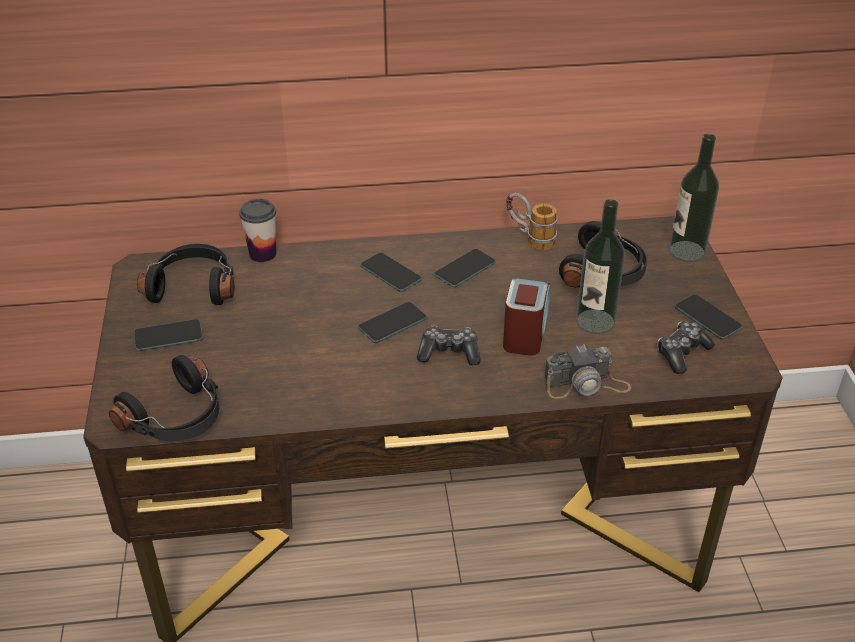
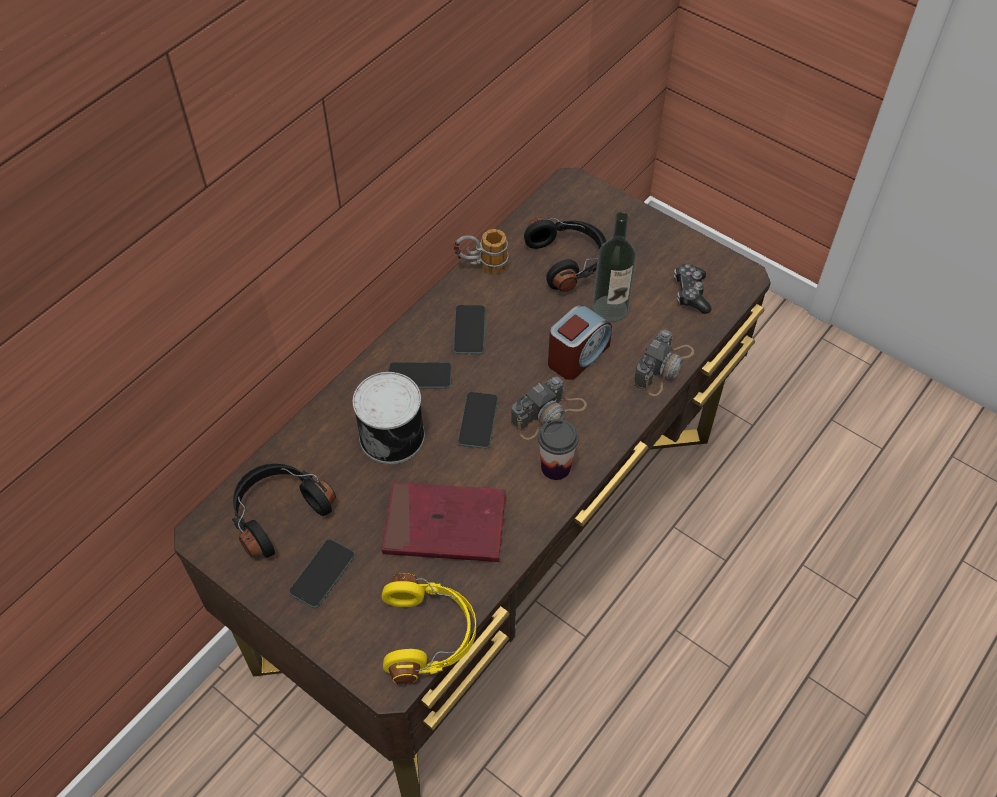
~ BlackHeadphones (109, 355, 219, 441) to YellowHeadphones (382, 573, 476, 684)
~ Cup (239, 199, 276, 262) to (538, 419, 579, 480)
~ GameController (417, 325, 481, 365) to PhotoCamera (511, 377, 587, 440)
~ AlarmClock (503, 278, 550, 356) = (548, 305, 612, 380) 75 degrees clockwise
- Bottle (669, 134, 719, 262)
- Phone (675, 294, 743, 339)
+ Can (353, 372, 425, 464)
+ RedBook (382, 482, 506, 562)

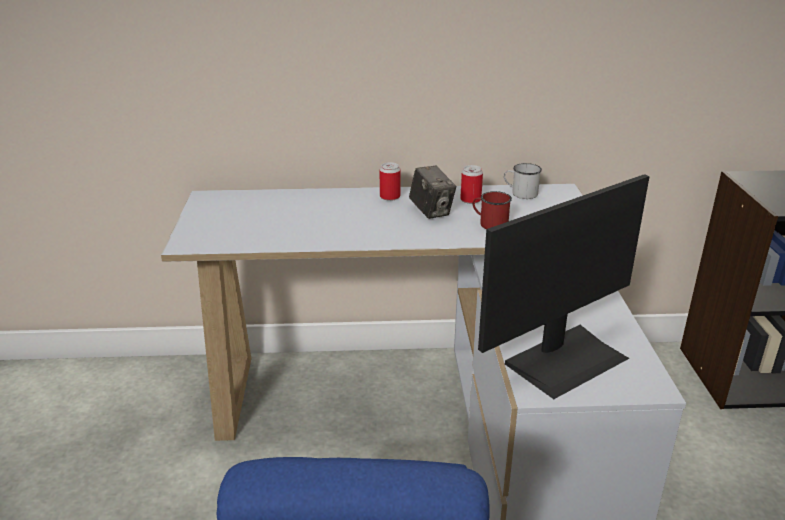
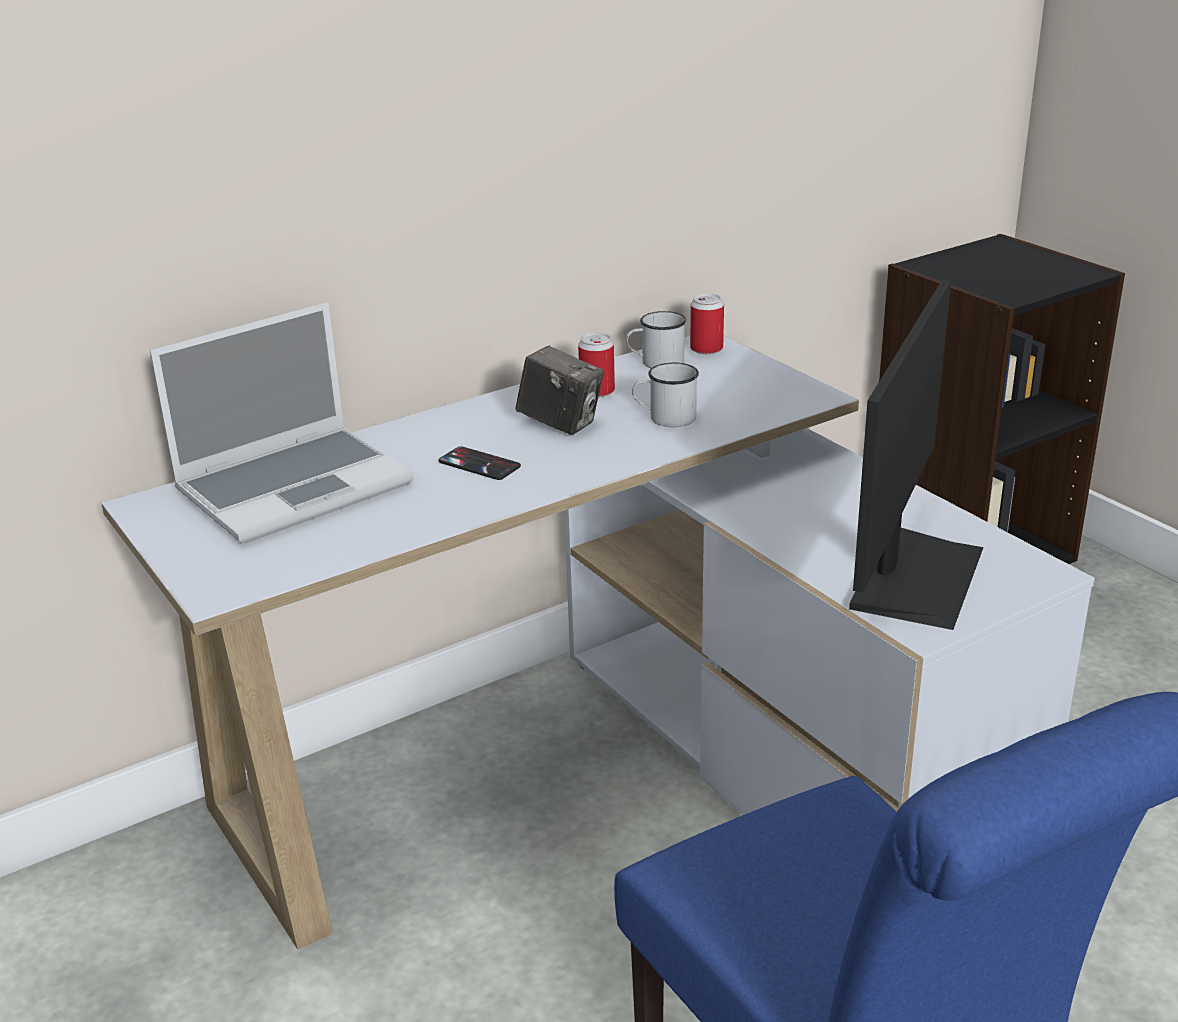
~ Can (380, 162, 401, 201) to (690, 293, 724, 354)
~ RedMug (473, 191, 512, 229) to WhiteMug (632, 363, 699, 427)
+ Laptop (150, 302, 414, 543)
+ Phone (438, 446, 521, 480)

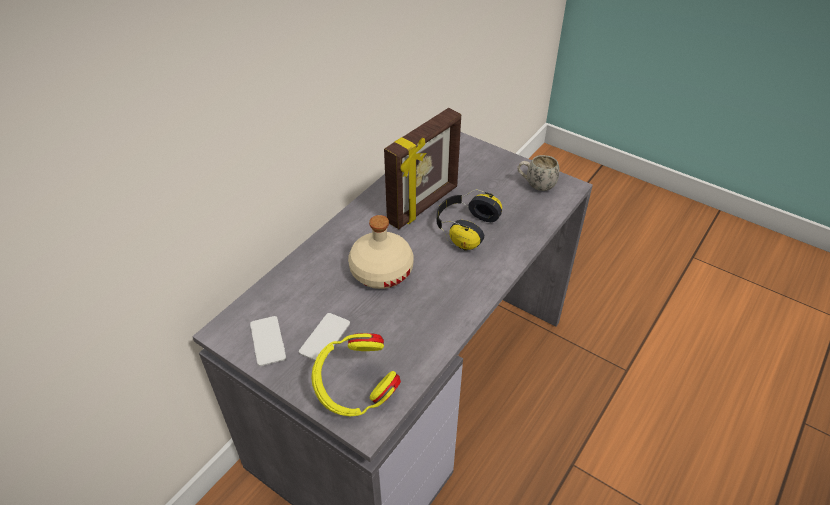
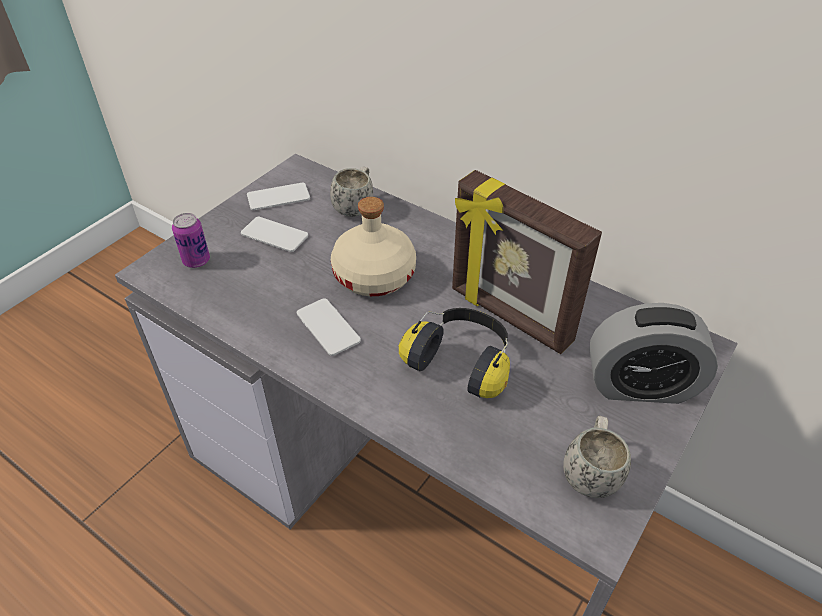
~ YellowHeadphones (311, 333, 401, 416) to Can (172, 213, 210, 268)
+ Phone (297, 298, 361, 356)
+ WhiteMug (330, 166, 373, 217)
+ AlarmClock (590, 303, 718, 404)

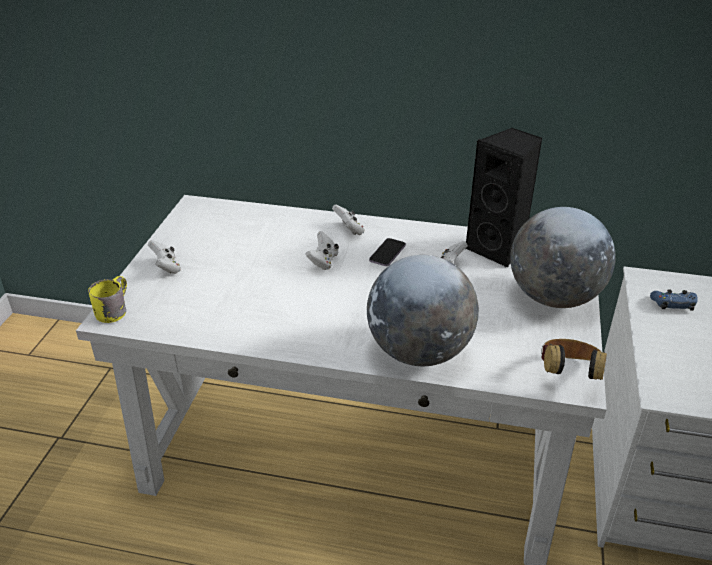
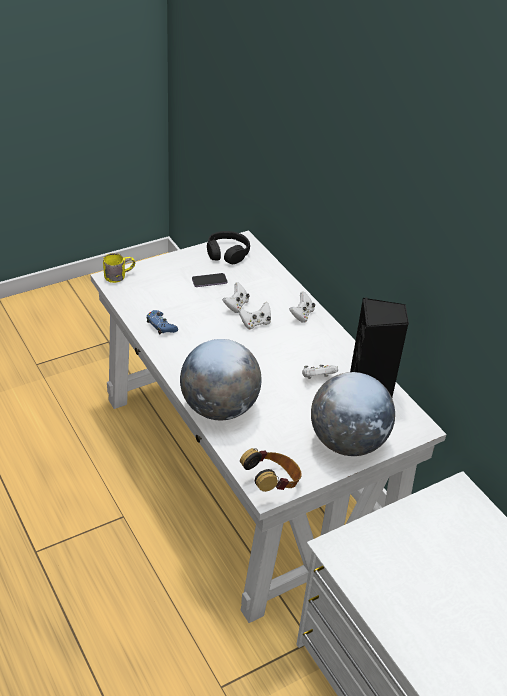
~ WhiteGameController (148, 240, 181, 274) to (223, 282, 250, 313)
~ Phone (369, 238, 406, 266) to (192, 273, 227, 287)
~ BlueGameController (650, 289, 698, 311) to (147, 310, 178, 334)
+ BlackHeadphones (207, 231, 250, 264)

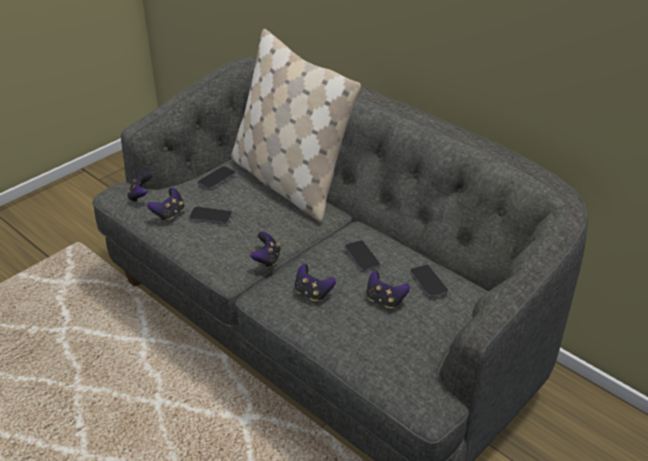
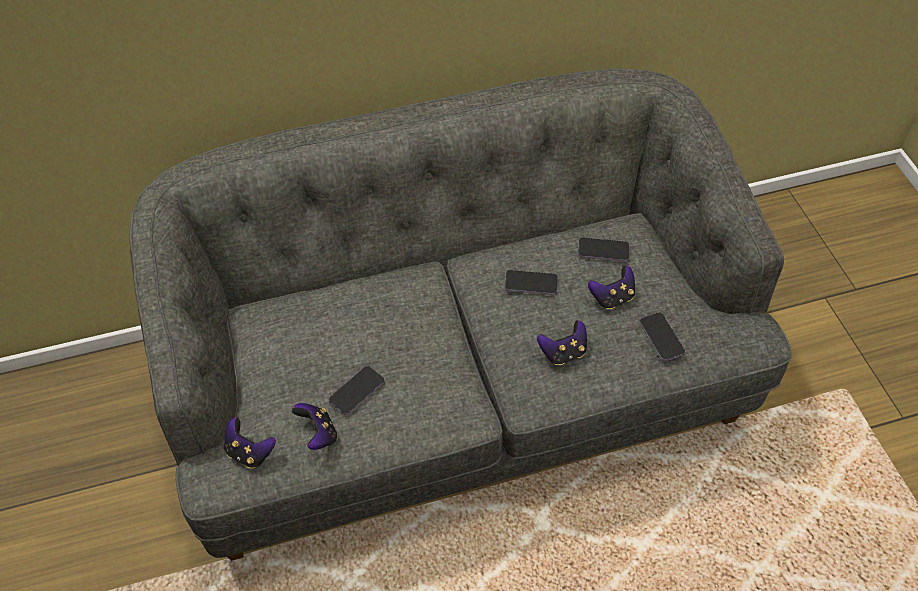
~ Phone (198, 166, 235, 189) to (639, 313, 685, 361)
- BeigePillow (231, 29, 361, 222)
- GameController (250, 232, 281, 268)

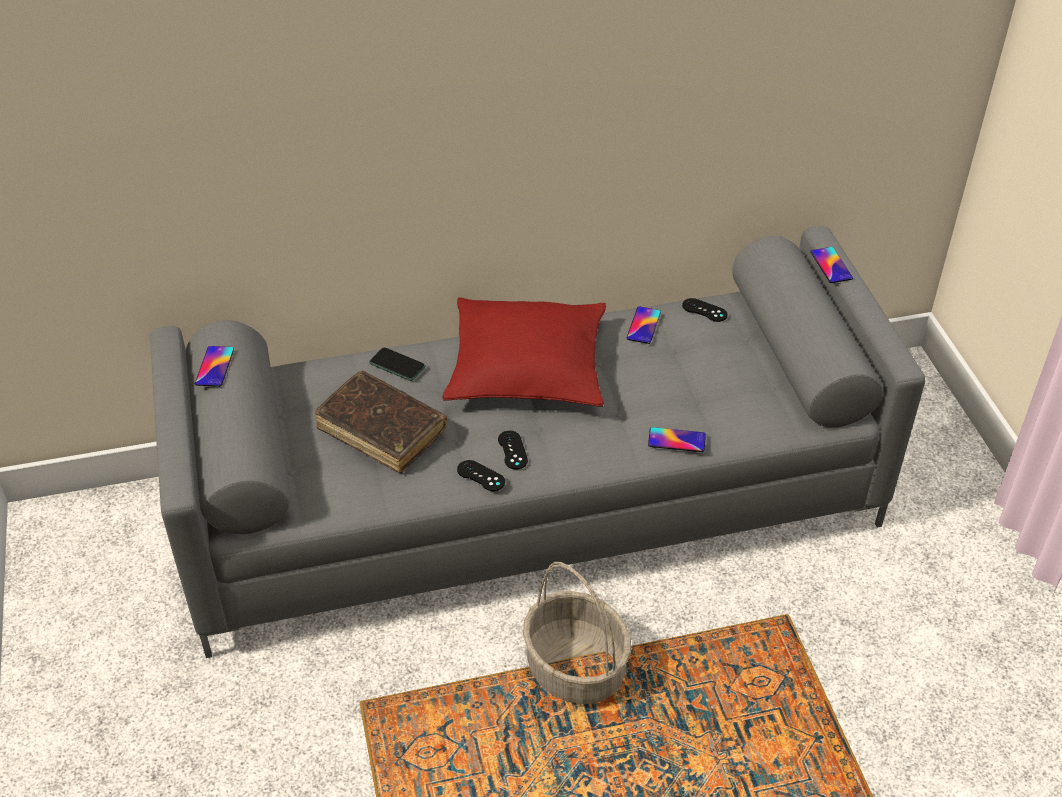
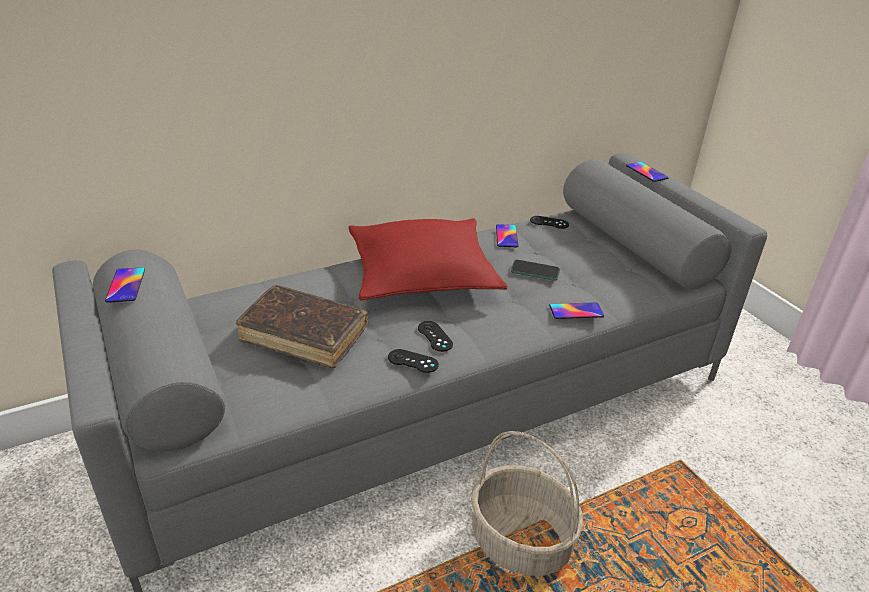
~ Phone (369, 347, 425, 381) to (511, 260, 560, 281)

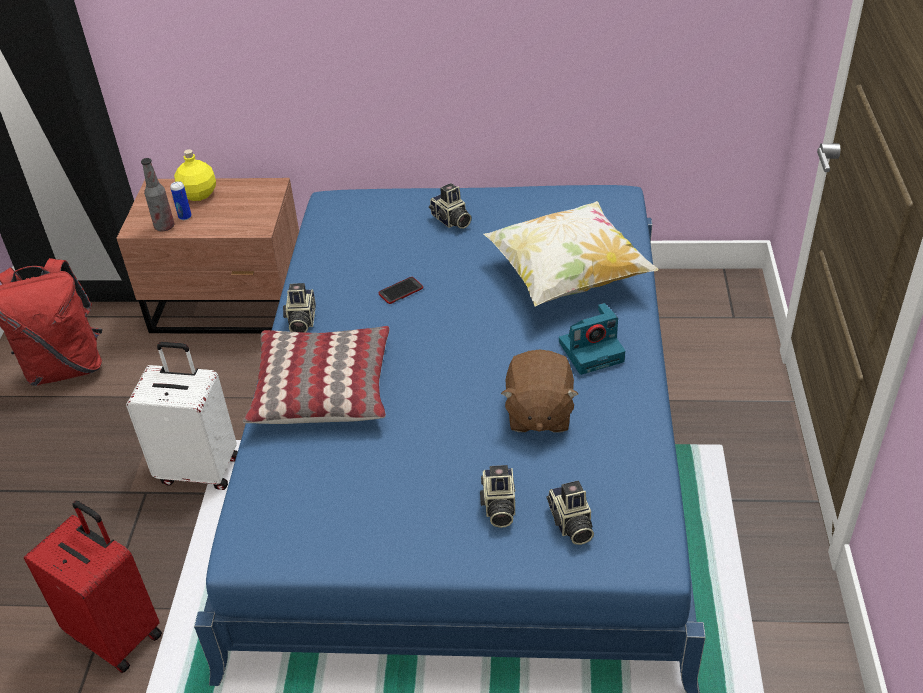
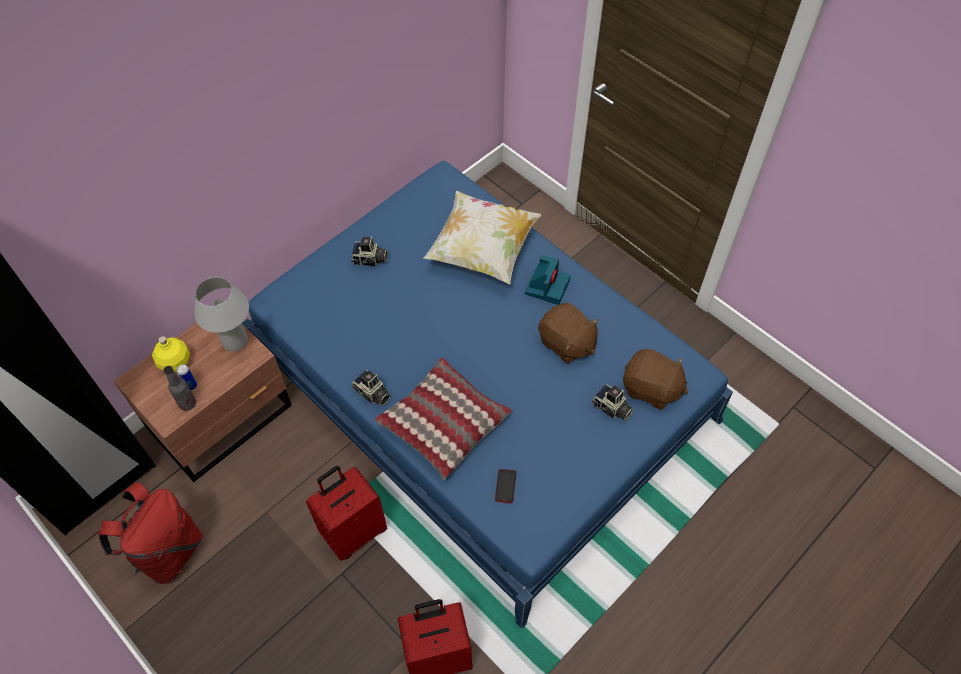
~ WhiteSuitcase (126, 342, 238, 490) to RedSuitcase (306, 466, 387, 561)
~ Phone (379, 277, 423, 304) to (495, 469, 516, 503)
~ PhotoCamera (547, 481, 594, 545) to BrownPlushToy (623, 349, 688, 410)
+ WhiteTableLamp (194, 277, 249, 352)

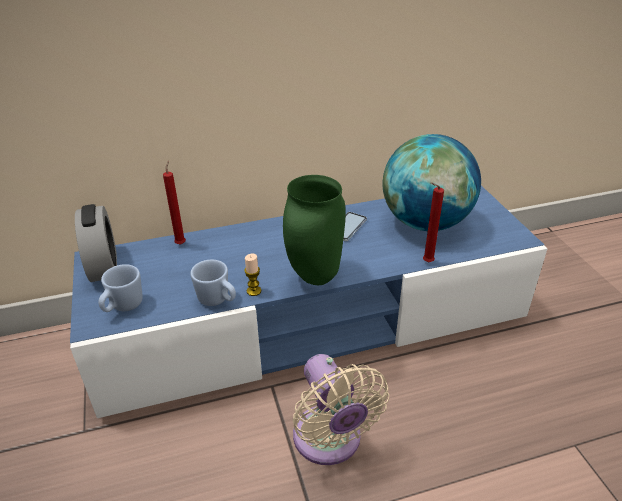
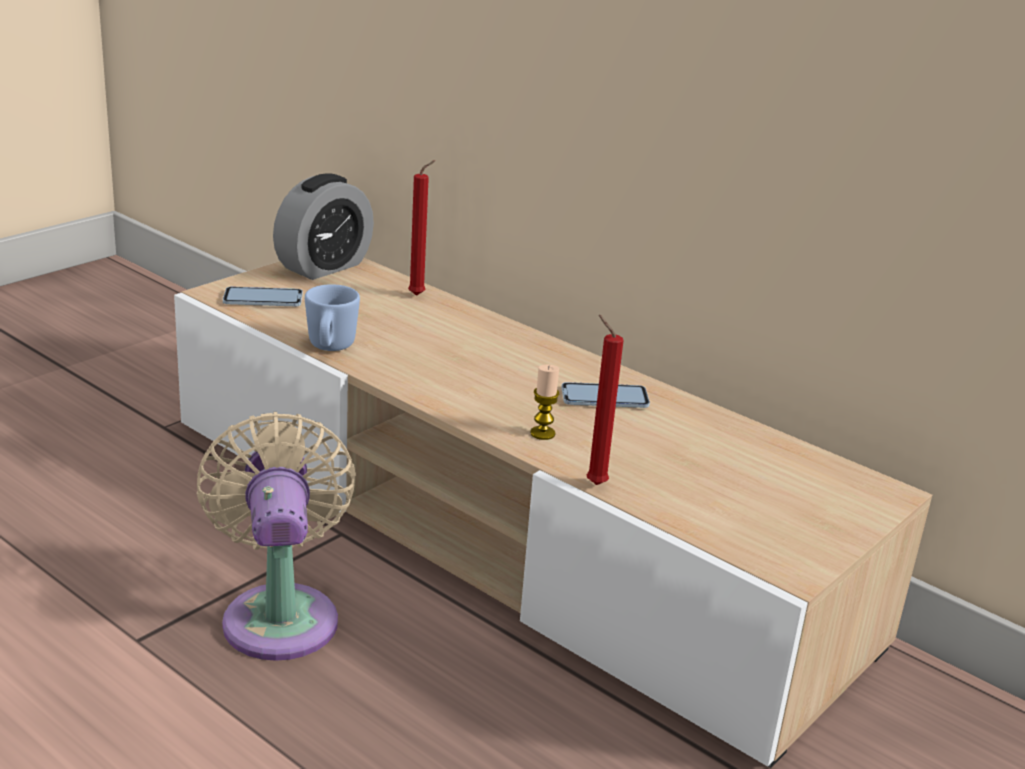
~ BlueTvStand (70, 186, 548, 418) to BeigeTvStand (174, 258, 932, 768)
~ BlueMug (98, 264, 143, 312) to Phone (223, 287, 303, 307)
~ Candle (244, 254, 261, 296) to (530, 365, 559, 440)
- GreenVase (283, 175, 346, 285)
~ BeigeFan (293, 354, 389, 465) = (197, 412, 356, 661) 135 degrees clockwise
- Globe (383, 134, 481, 231)

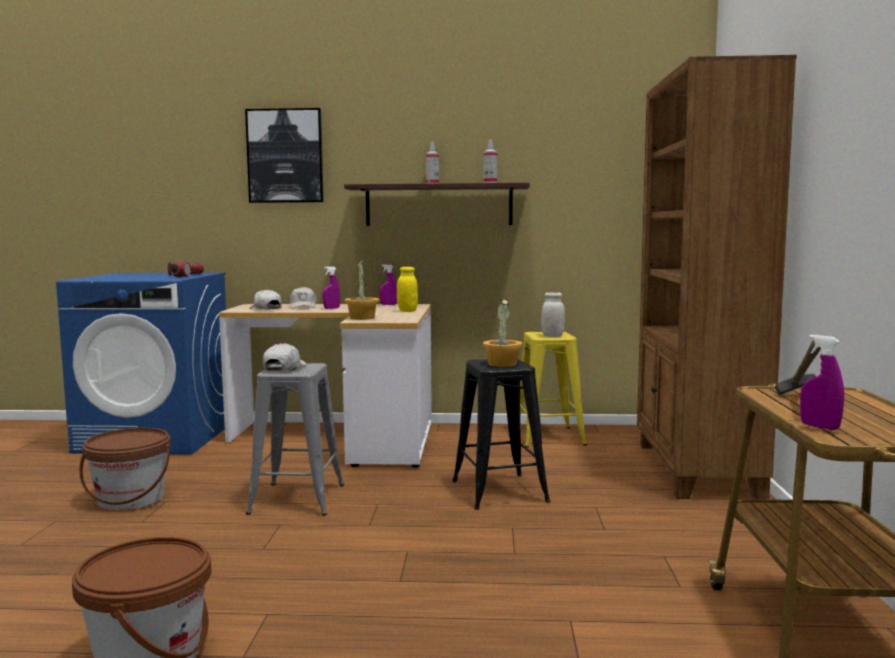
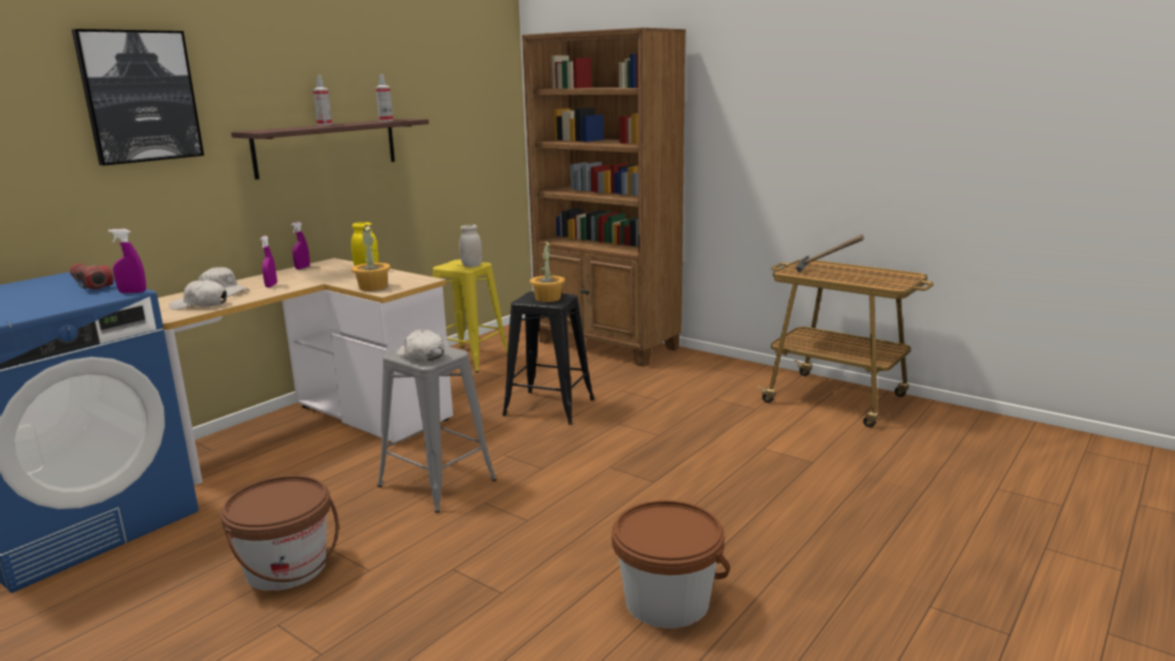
~ PurpleSprayBottle (800, 335, 844, 430) to (108, 229, 146, 293)

